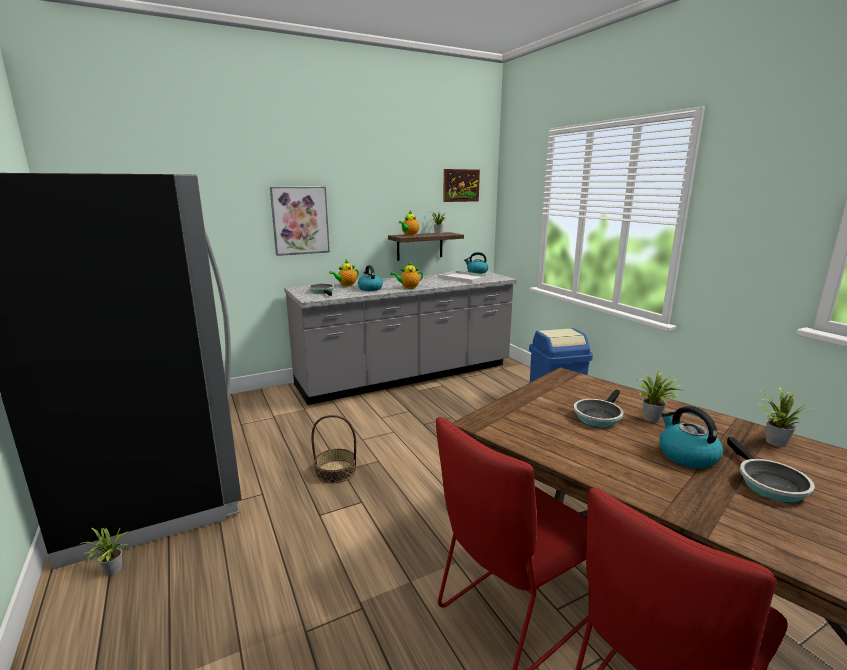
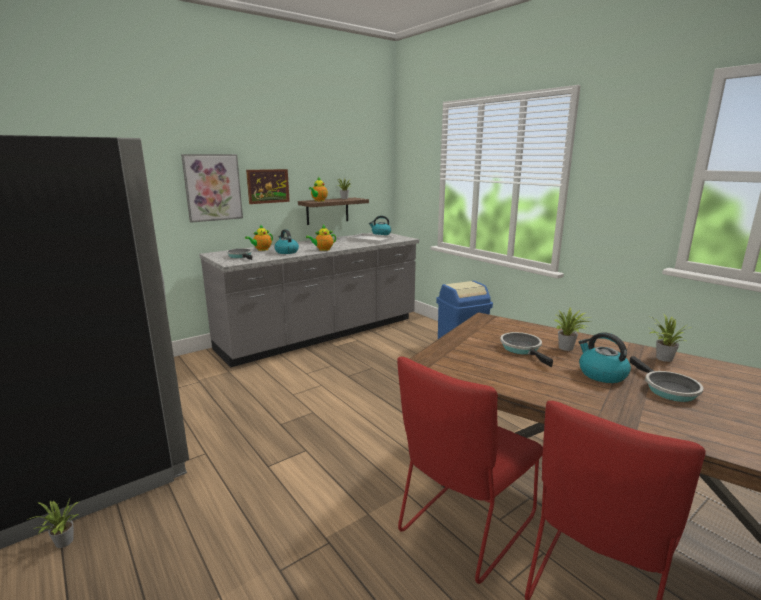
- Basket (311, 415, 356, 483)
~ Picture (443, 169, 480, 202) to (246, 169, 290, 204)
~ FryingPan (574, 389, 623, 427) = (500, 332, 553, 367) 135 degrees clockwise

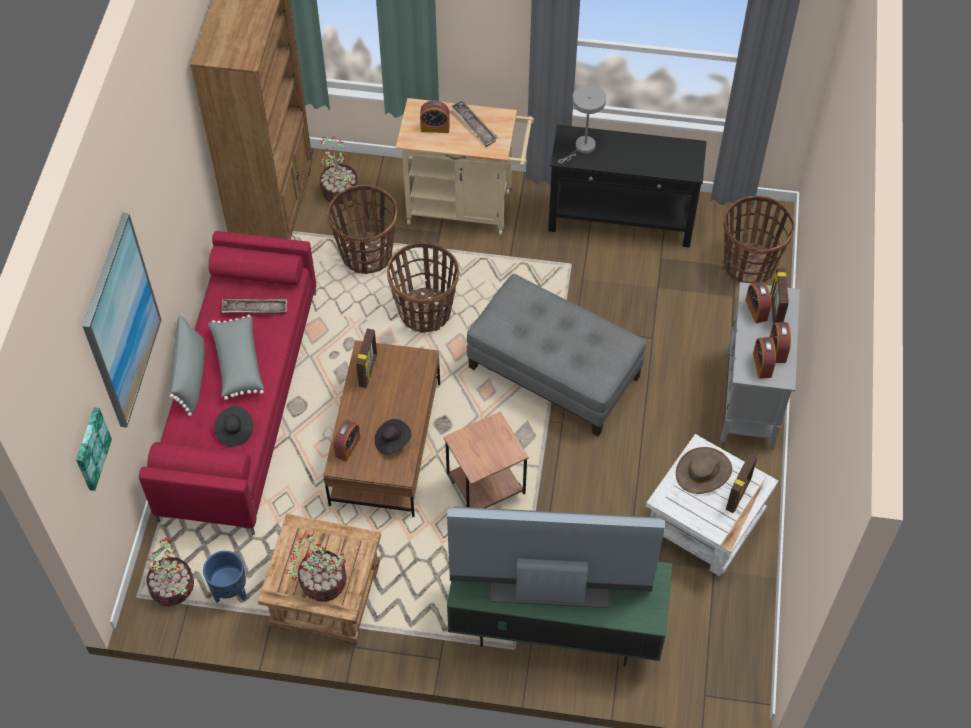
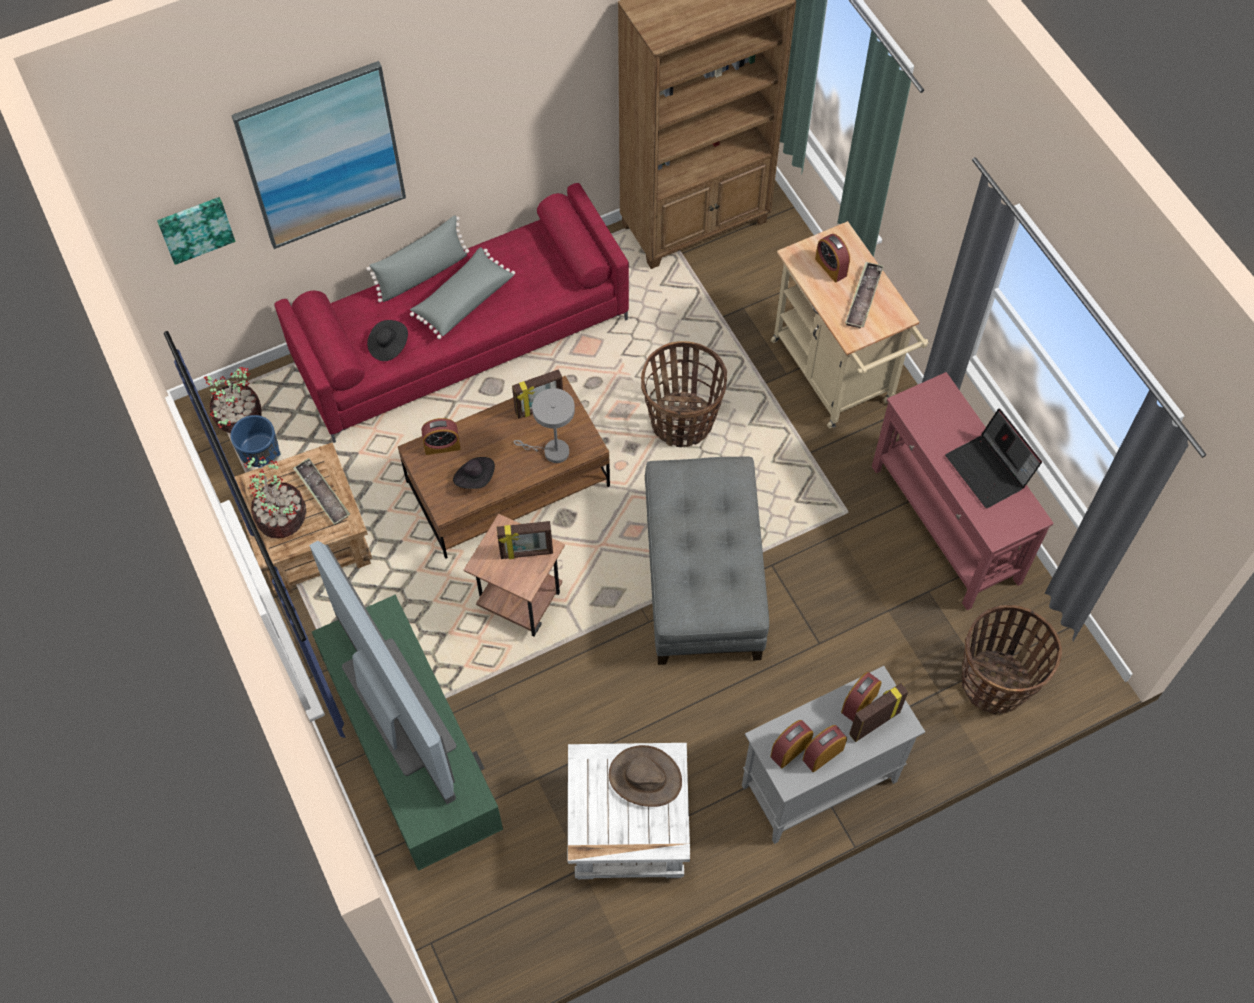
~ Tray (221, 299, 287, 314) to (293, 458, 350, 525)
- PottedPlant (320, 137, 358, 204)
- Basket (327, 185, 397, 274)
~ BlackConsoleTable (548, 125, 707, 248) to RedConsoleTable (872, 372, 1054, 610)
~ GreyTableLamp (558, 85, 606, 163) to (514, 388, 575, 463)
~ PictureFrame (726, 453, 757, 513) to (497, 521, 553, 559)
+ Laptop (945, 408, 1042, 508)

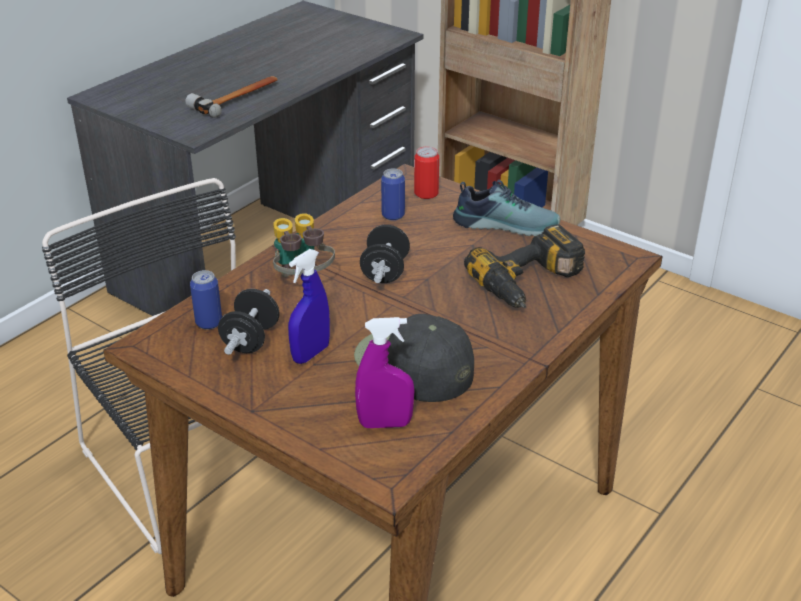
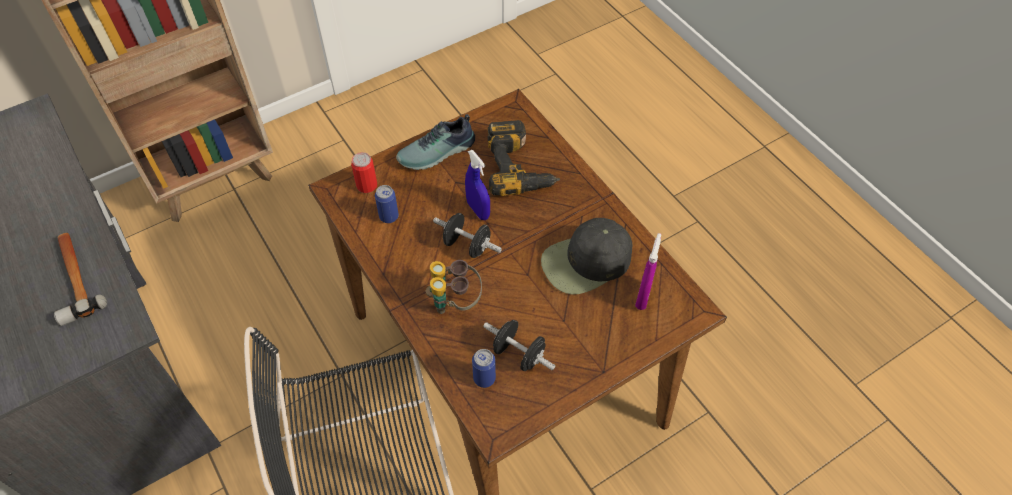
~ BlueSprayBottle (288, 249, 330, 364) to (465, 150, 490, 220)
~ Shoe (453, 180, 560, 236) = (396, 114, 475, 170) 150 degrees counterclockwise

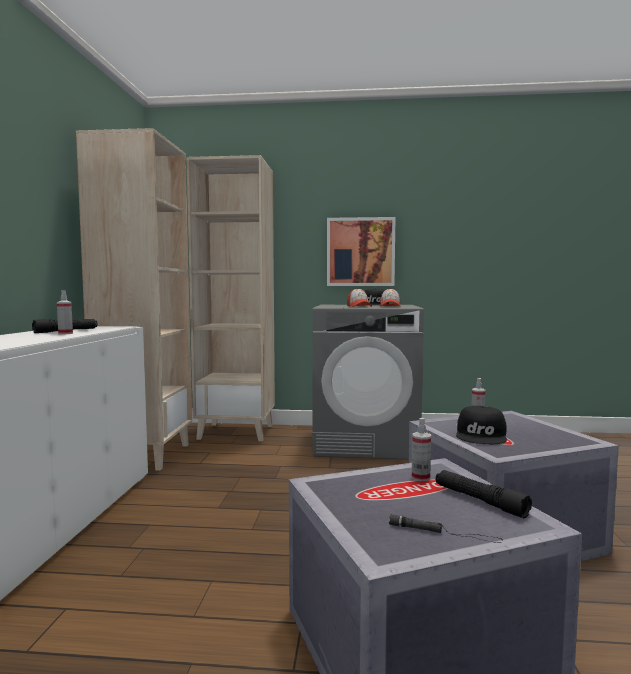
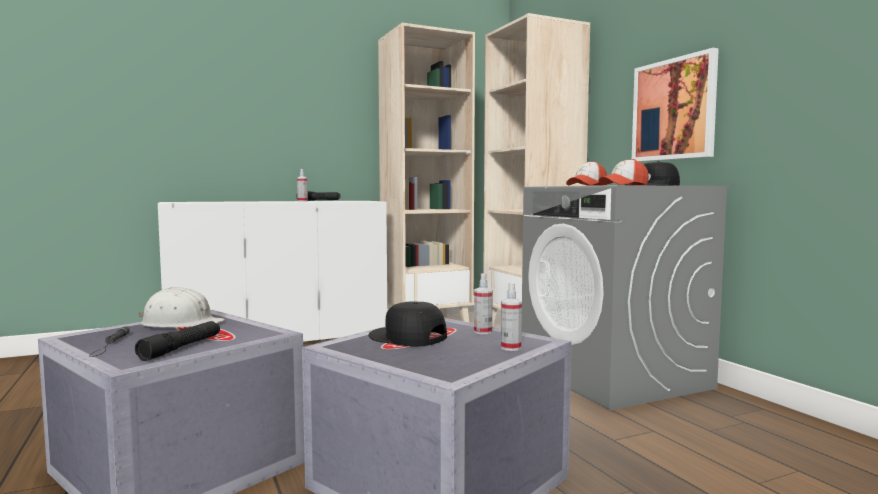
~ SprayBottle (412, 418, 431, 481) to (501, 283, 522, 351)
~ BlackCap (456, 406, 507, 444) = (368, 301, 447, 347) 45 degrees clockwise
+ WhiteHardHat (138, 287, 225, 327)

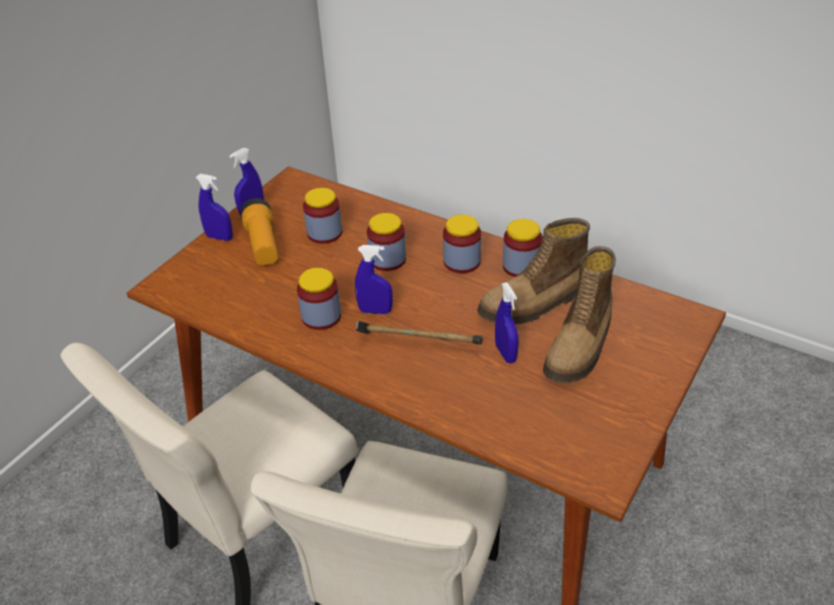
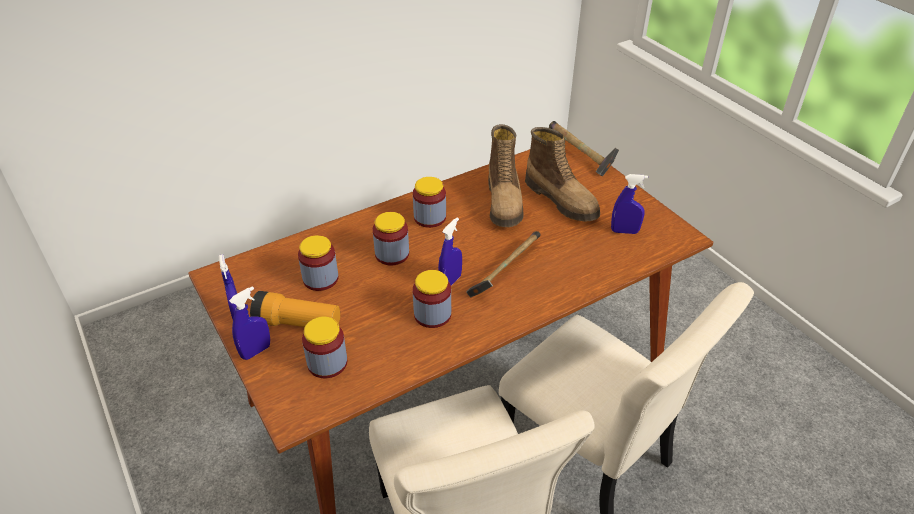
~ BlueSprayBottle (495, 282, 519, 363) to (611, 174, 648, 234)
~ Jar (503, 219, 543, 277) to (302, 317, 347, 378)
+ Hammer (549, 121, 619, 176)

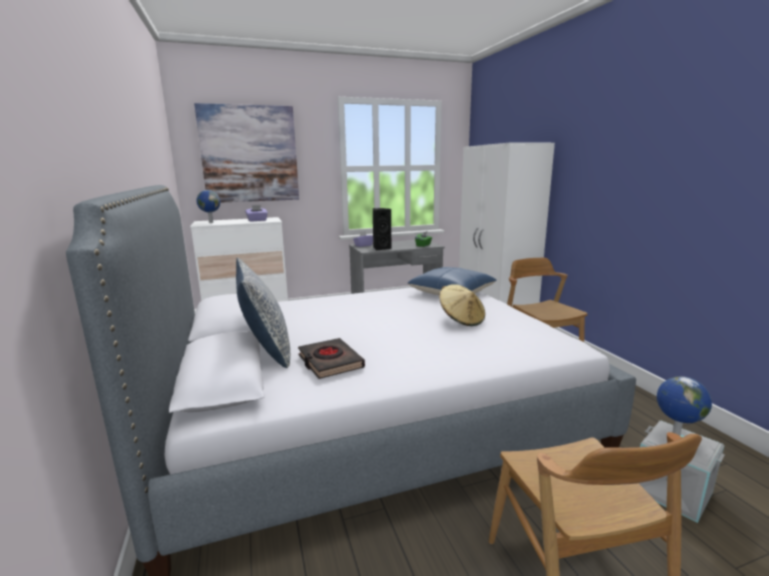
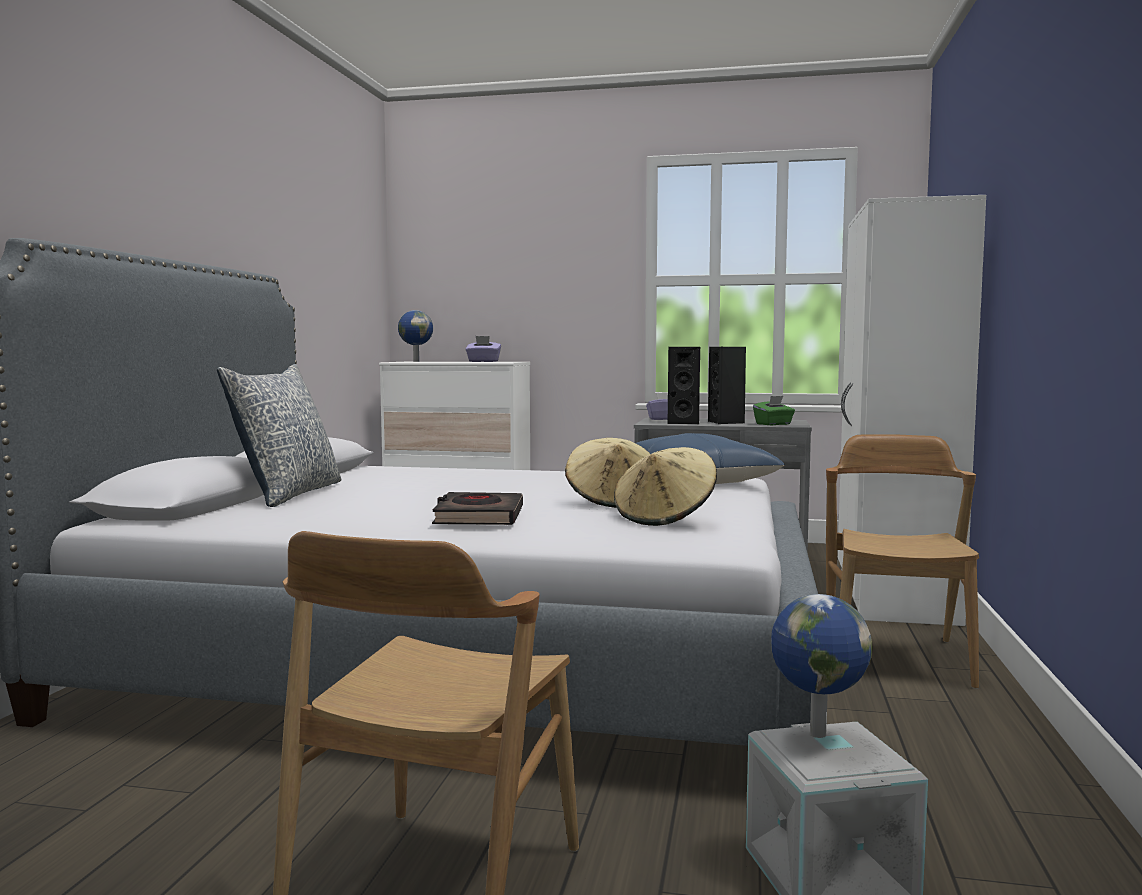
- Picture (194, 103, 299, 203)
~ BlackBook (298, 338, 365, 379) to (432, 492, 523, 525)
+ BeigeHat (614, 447, 717, 526)
+ BlackSpeaker (708, 347, 746, 424)

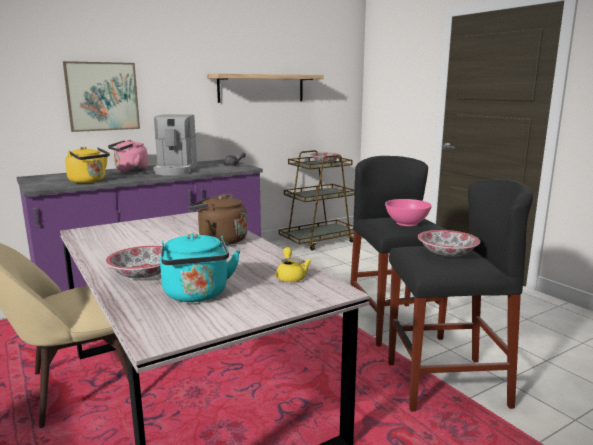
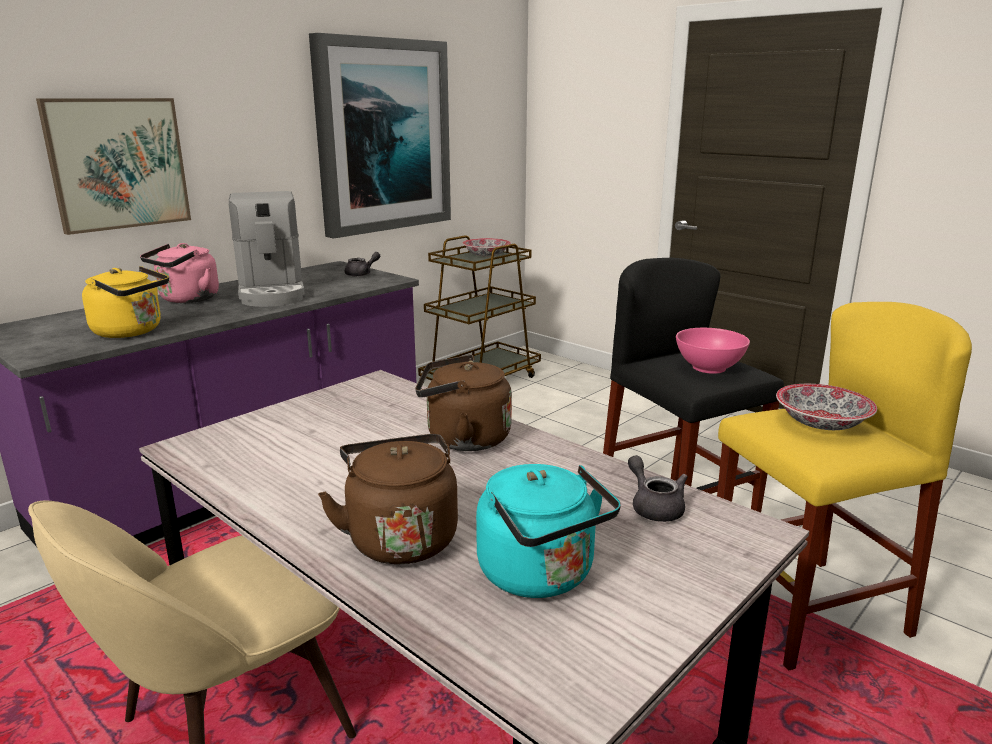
~ Bowl (106, 246, 162, 278) to BrownKettle (318, 434, 458, 564)
~ Shelf (207, 74, 324, 103) to Picture (309, 33, 451, 239)
~ YellowTeapot (276, 247, 312, 282) to GreyTeapot (628, 455, 688, 522)
~ BlackStool (388, 179, 533, 412) to YellowStool (717, 302, 972, 670)

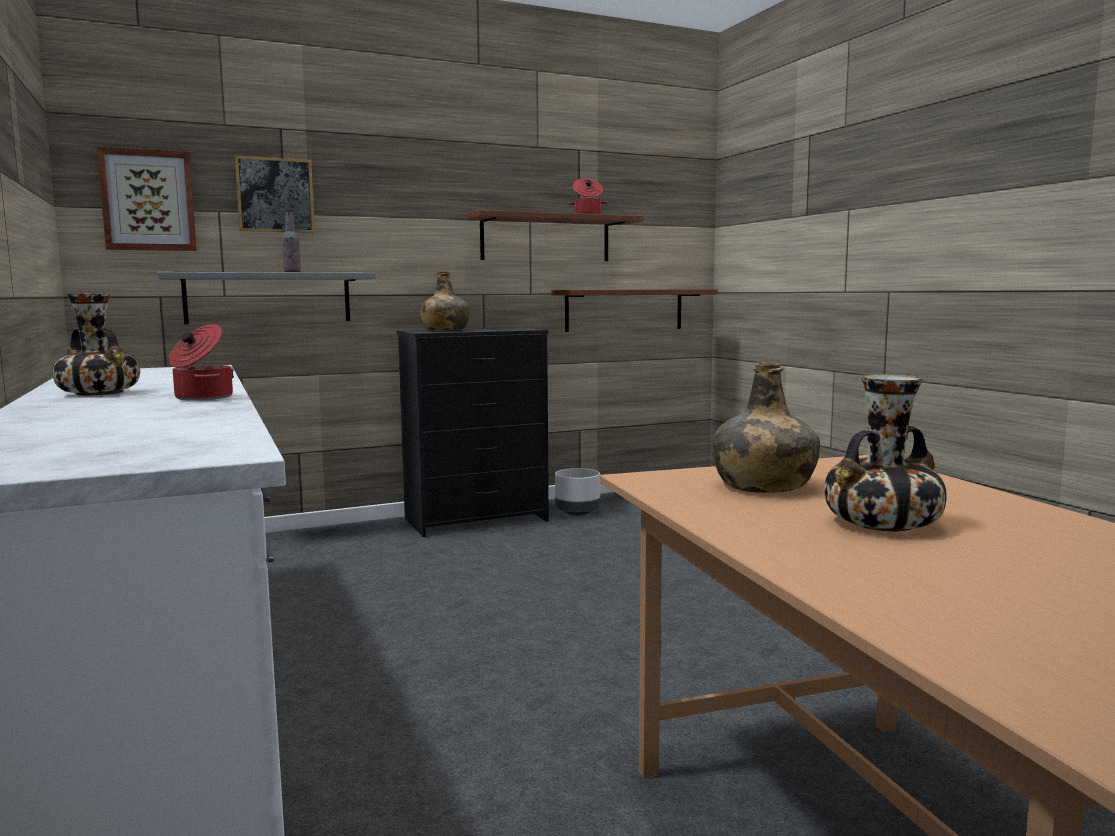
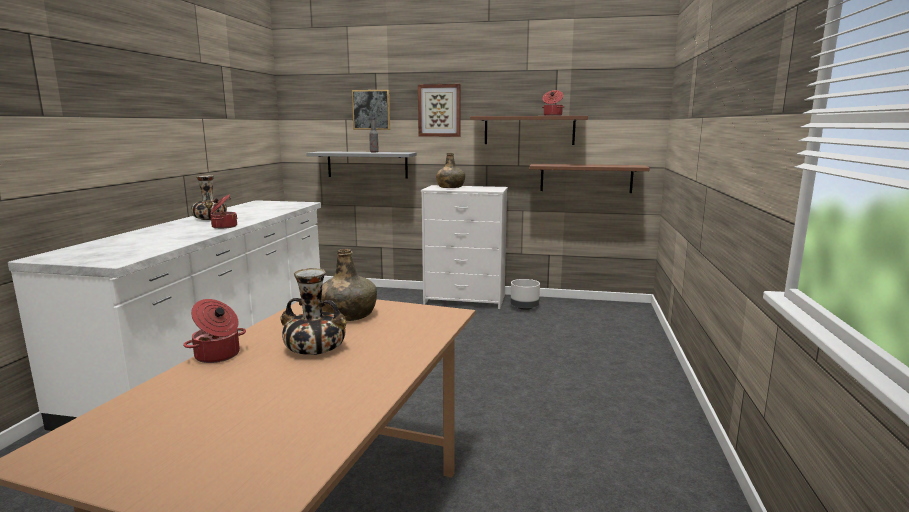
~ Picture (97, 146, 197, 251) to (418, 84, 461, 137)
~ BlackDresser (397, 327, 549, 537) to WhiteDresser (421, 185, 508, 309)
+ CookingPot (183, 299, 246, 363)

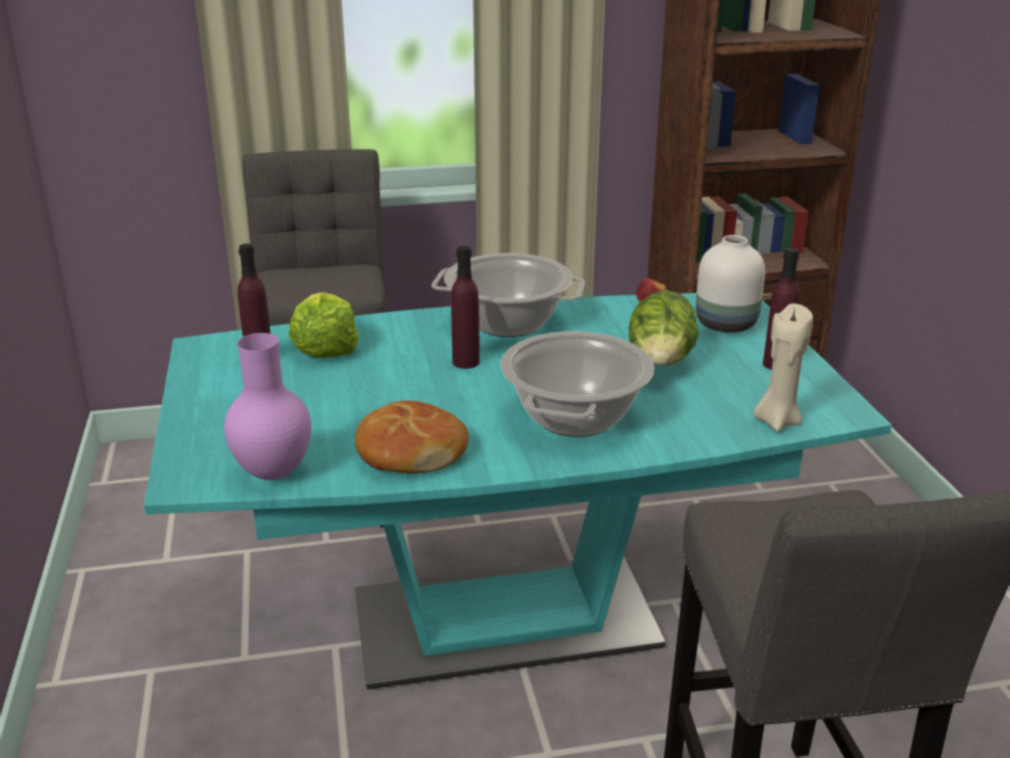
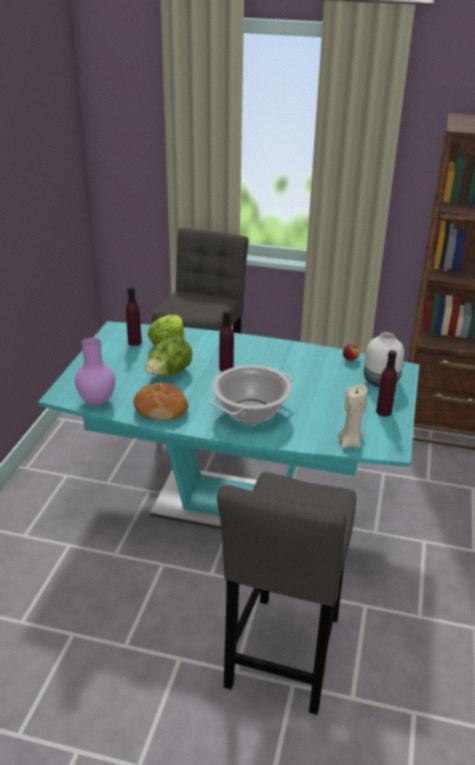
- CookingPot (431, 253, 585, 337)
~ Lettuce (628, 290, 698, 366) to (145, 336, 192, 376)

